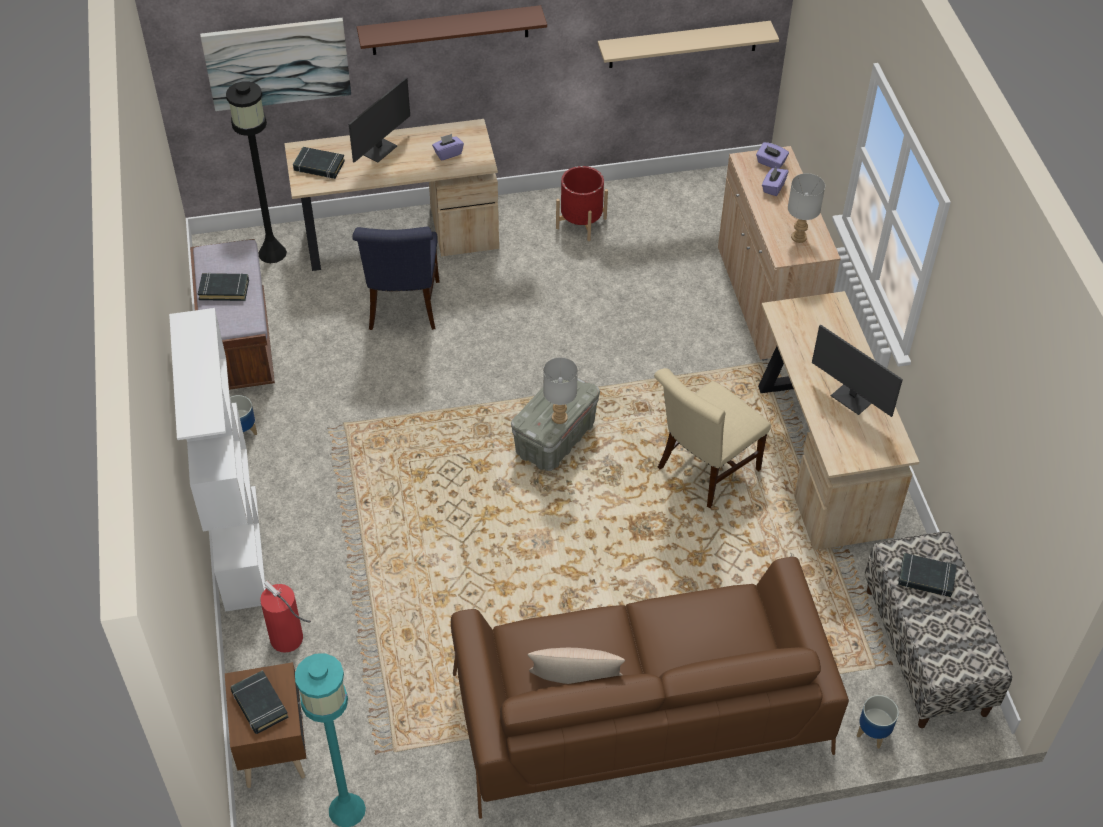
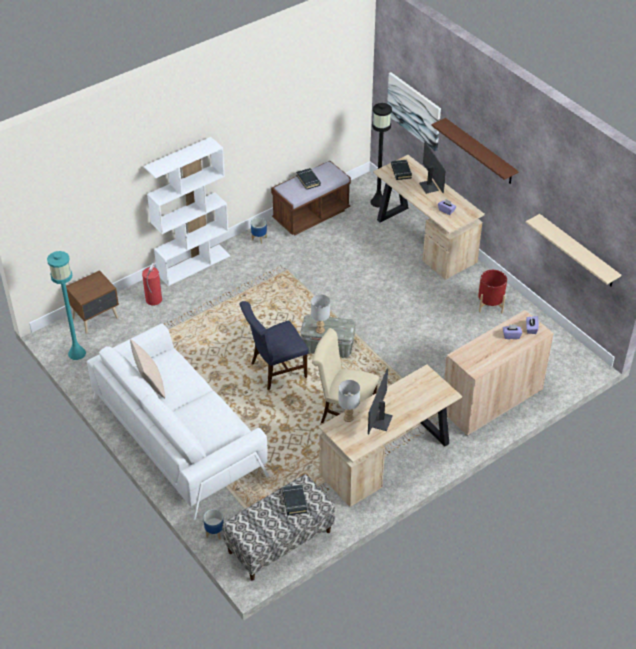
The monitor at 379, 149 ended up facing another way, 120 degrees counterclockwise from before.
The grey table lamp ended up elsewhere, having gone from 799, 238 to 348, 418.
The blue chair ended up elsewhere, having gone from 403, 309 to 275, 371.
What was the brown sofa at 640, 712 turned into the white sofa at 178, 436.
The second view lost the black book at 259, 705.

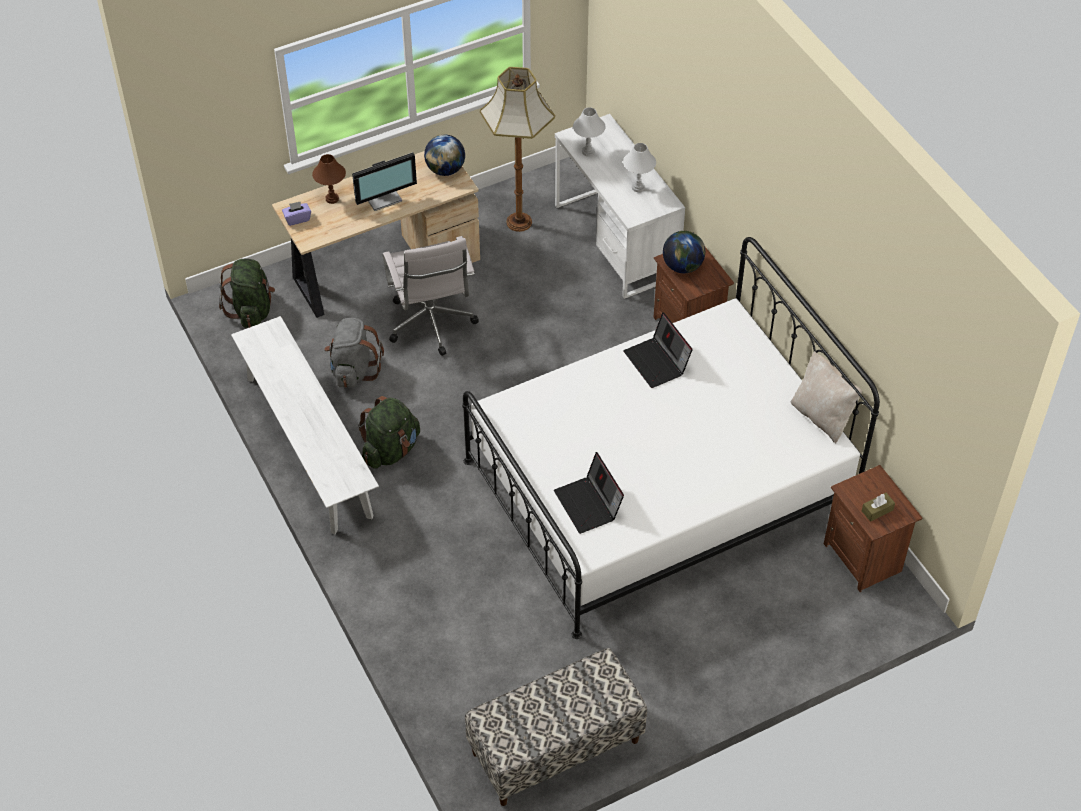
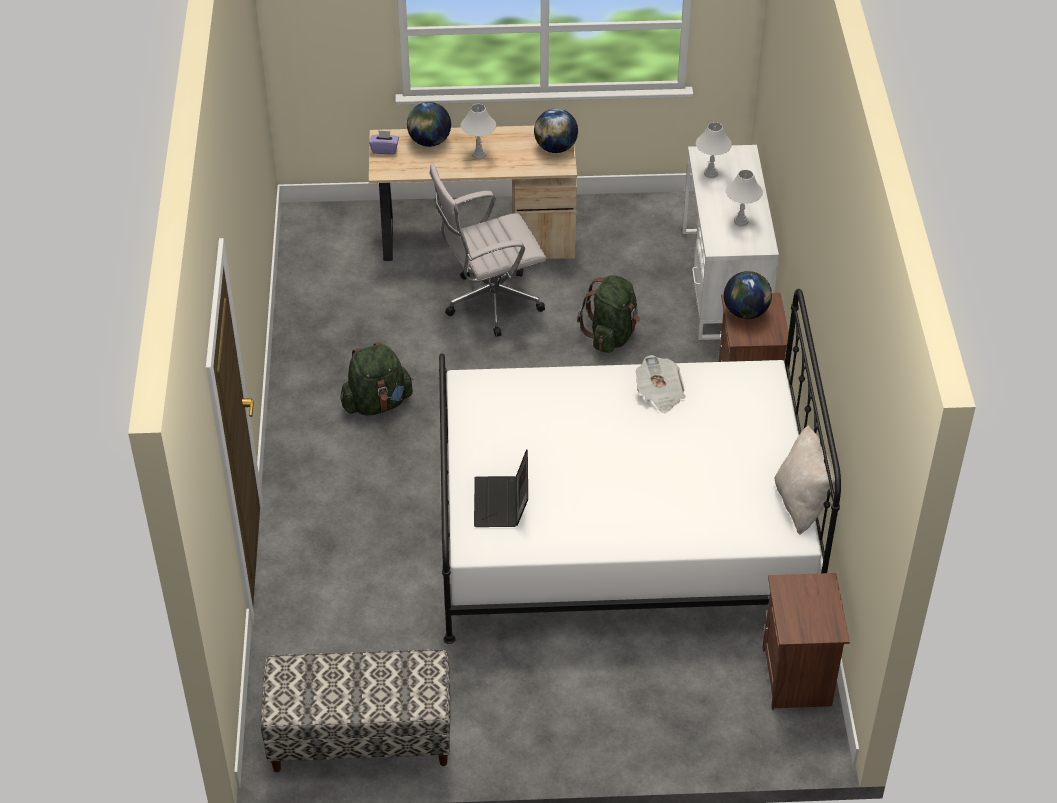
The second view lost the floor lamp at 518, 222.
Where the monitor stood at 383, 197, the white table lamp came to stand at 478, 155.
Where the brown table lamp stood at 332, 199, the globe came to stand at 429, 142.
The white office chair at 432, 326 ended up facing another way, 60 degrees clockwise from before.
The green backpack ended up elsewhere, having gone from 252, 310 to 611, 335.
Where the laptop stood at 657, 362, the newspaper came to stand at 659, 394.
The second view lost the white bench at 308, 446.
The second view lost the grey backpack at 353, 370.
The second view lost the brown tissue box at 877, 510.

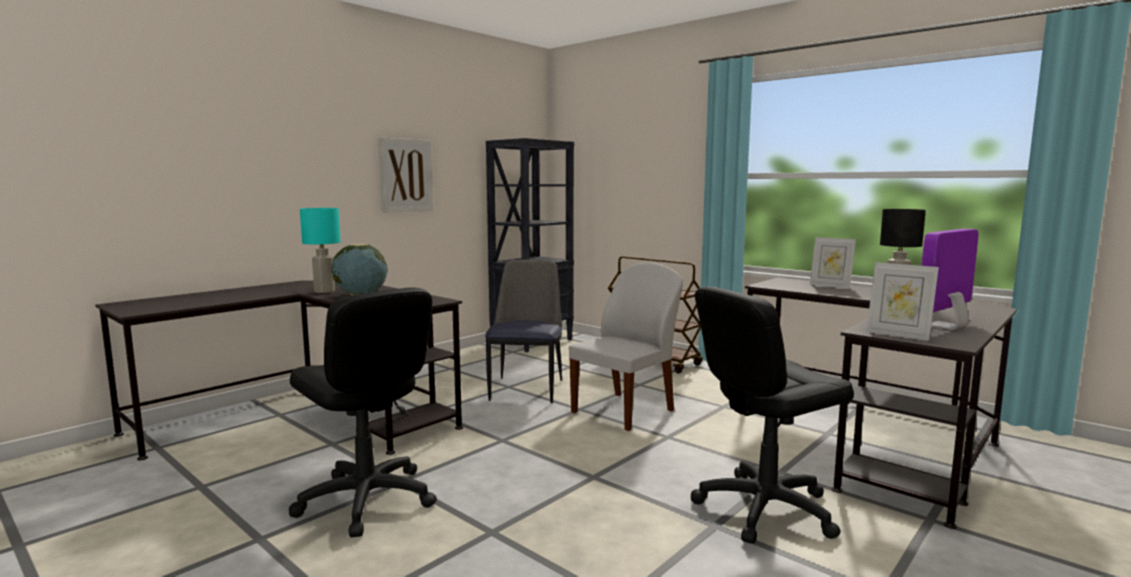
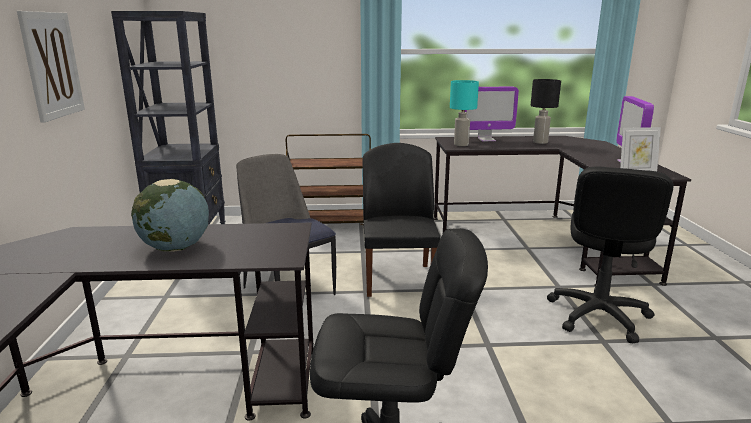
The turquoise table lamp ended up elsewhere, having gone from 325, 291 to 461, 145.
Where the picture frame stood at 830, 286, the monitor came to stand at 486, 139.
What was the white chair at 625, 411 turned into the black chair at 398, 279.

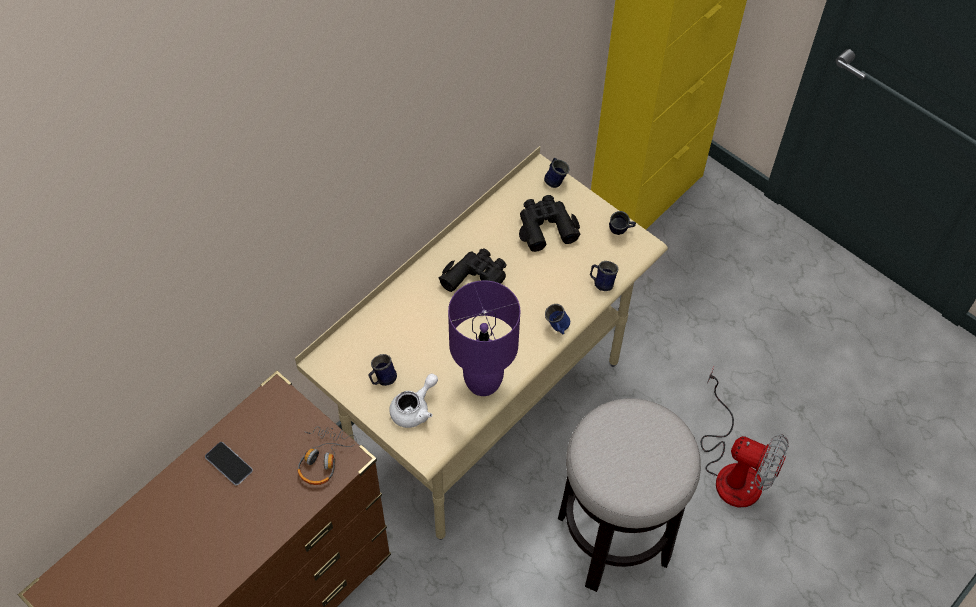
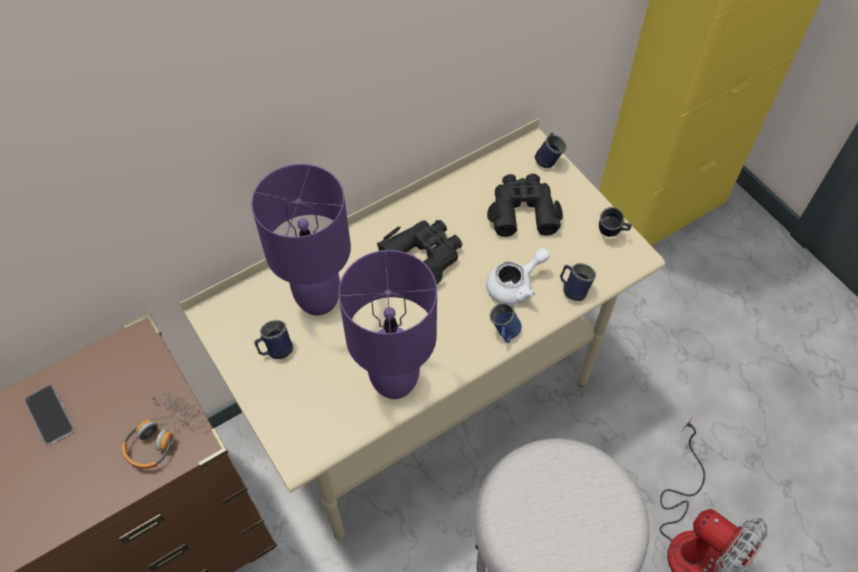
The white teapot ended up elsewhere, having gone from 414, 409 to 515, 285.
The second view gained the purple table lamp at 319, 298.

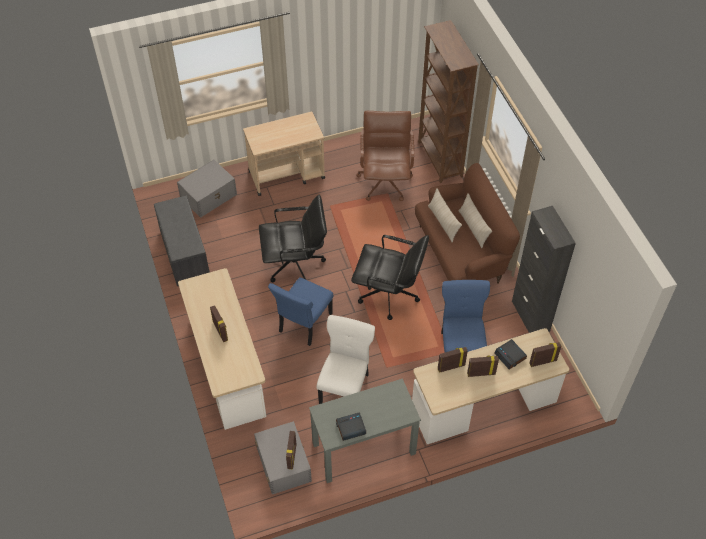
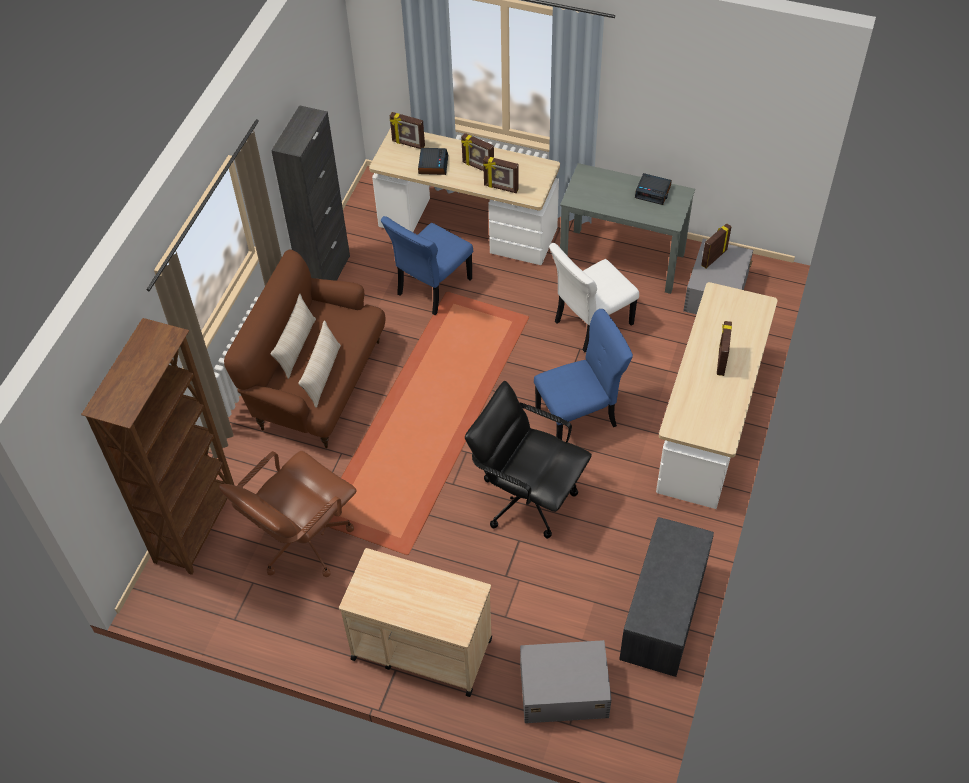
The second view lost the black office chair at 389, 295.

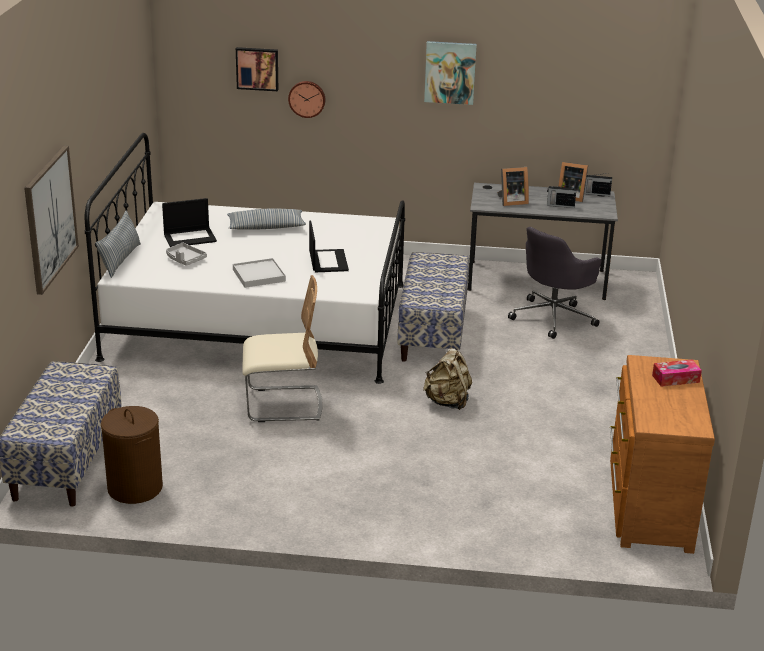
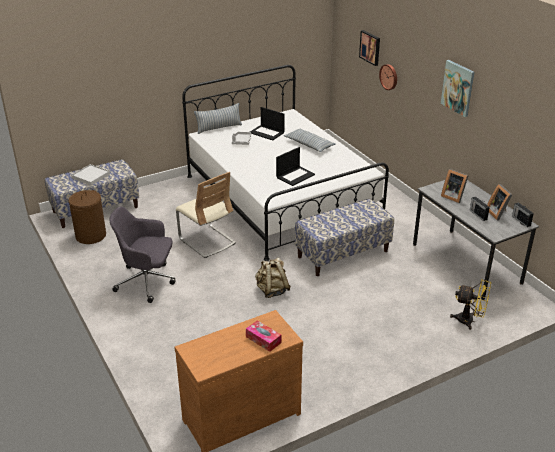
The second view lost the picture at 50, 218.
The grey office chair ended up elsewhere, having gone from 553, 317 to 147, 281.
The white tray ended up elsewhere, having gone from 259, 275 to 91, 176.
The second view gained the yellow fan at 469, 321.

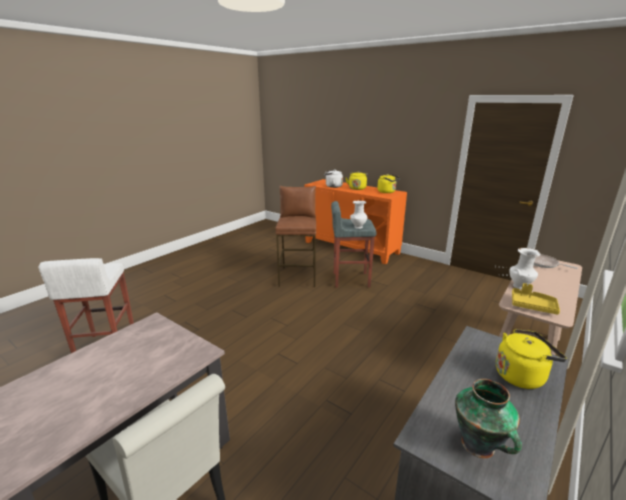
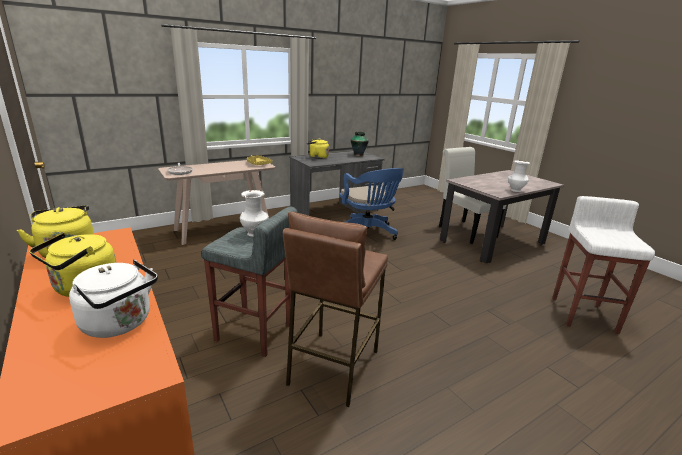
The white vase ended up elsewhere, having gone from 520, 286 to 515, 190.
The second view gained the blue office chair at 368, 233.

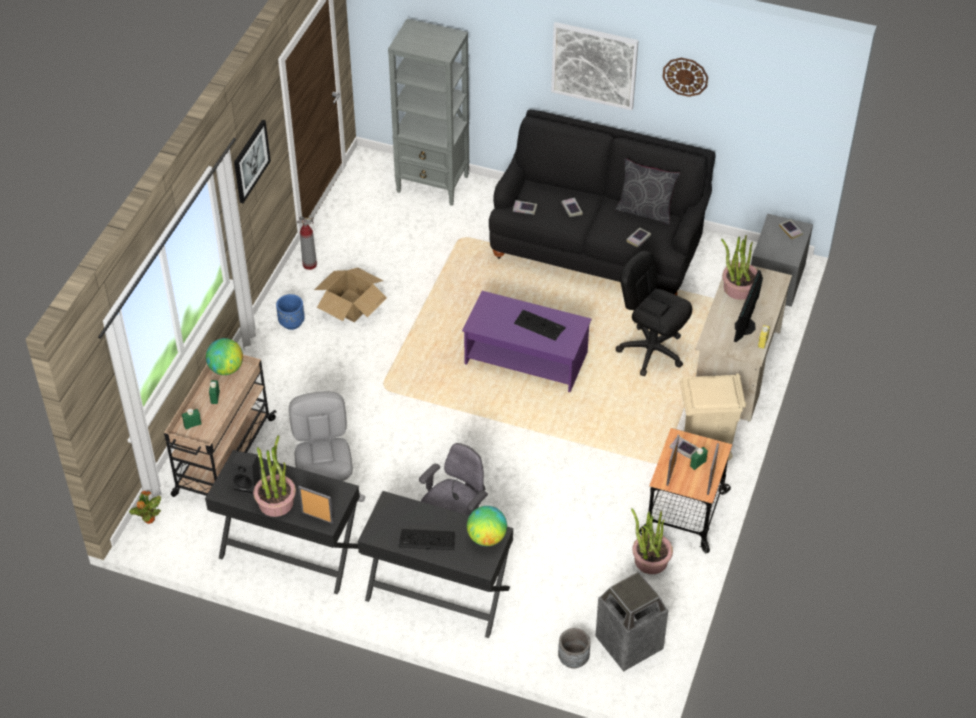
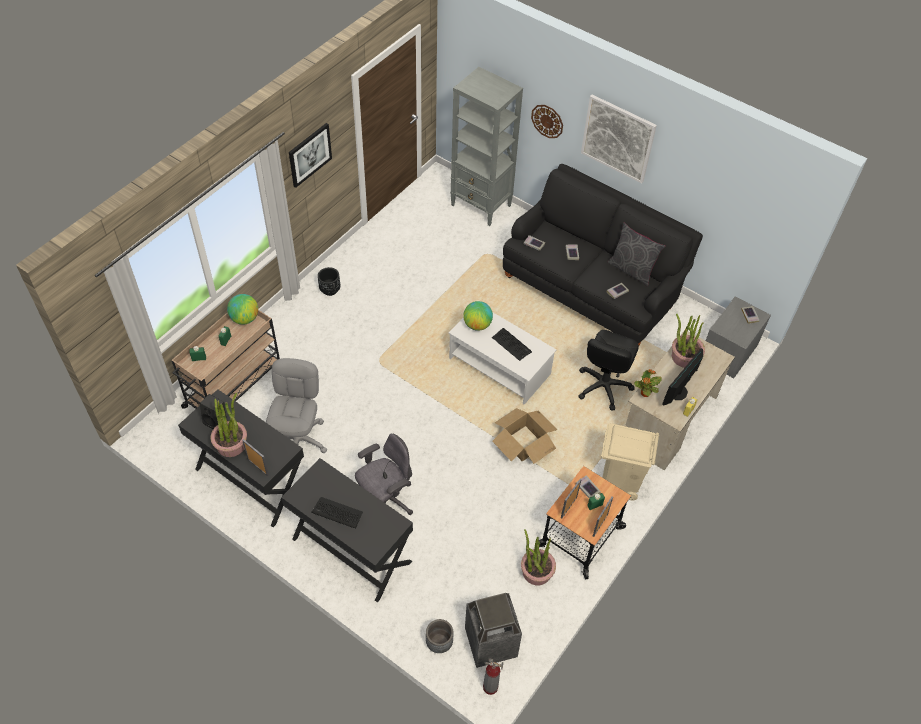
The wall clock ended up elsewhere, having gone from 685, 76 to 547, 121.
The fire extinguisher ended up elsewhere, having gone from 309, 265 to 490, 687.
The black office chair at 651, 351 ended up facing another way, 120 degrees counterclockwise from before.
The cardboard box ended up elsewhere, having gone from 351, 305 to 524, 443.
What was the purple coffee table at 527, 358 turned into the white coffee table at 500, 366.
What was the blue planter at 292, 323 turned into the black planter at 330, 290.
The potted plant ended up elsewhere, having gone from 149, 520 to 644, 393.
The globe ended up elsewhere, having gone from 487, 537 to 477, 325.

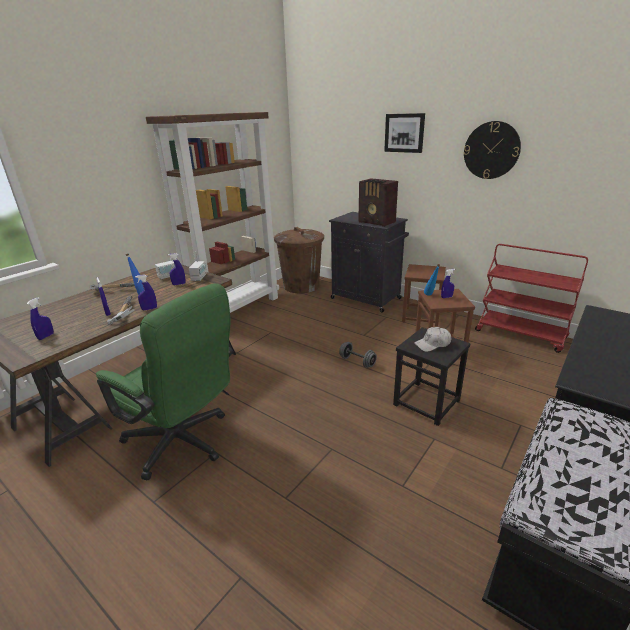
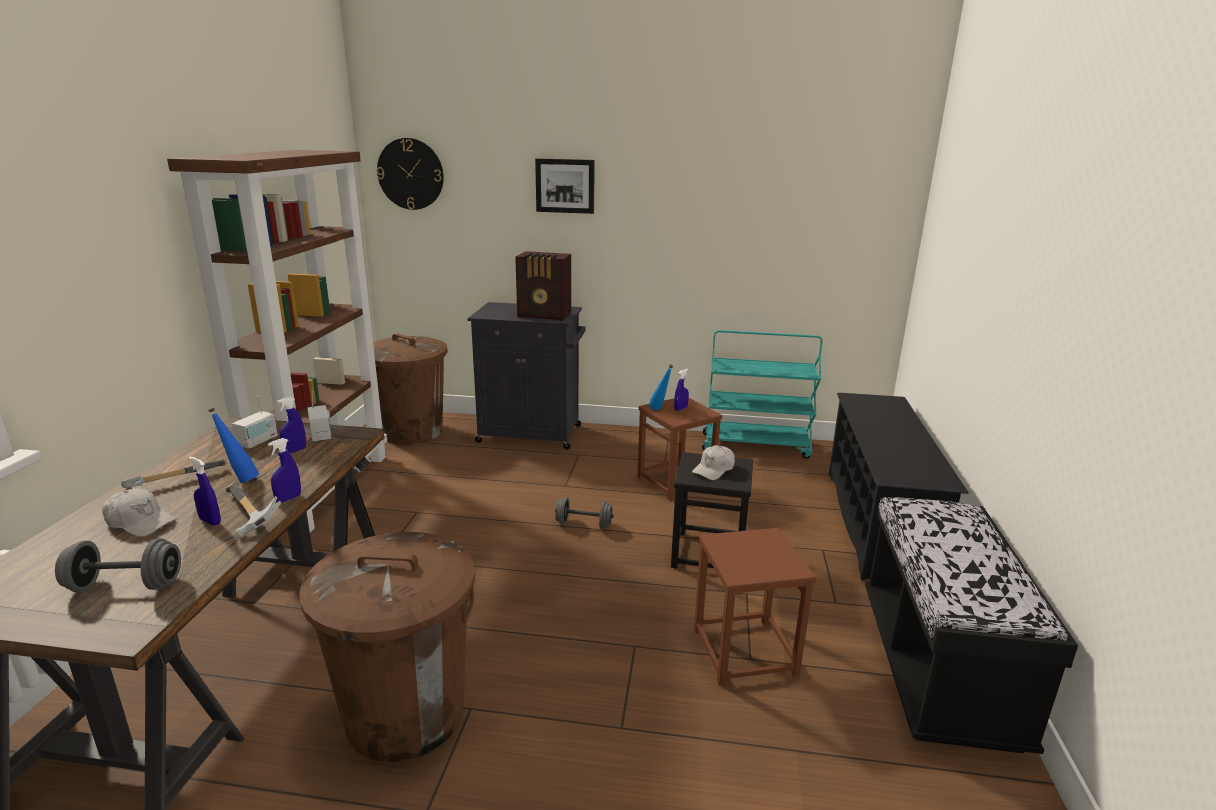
The wall clock ended up elsewhere, having gone from 491, 150 to 410, 174.
What was the red cart at 521, 334 turned into the turquoise cart at 756, 445.
The brown stool ended up elsewhere, having gone from 420, 316 to 743, 651.
Where the green office chair stood at 184, 443, the brown trash can came to stand at 406, 715.
Where the blue spray bottle stood at 46, 336, the grey dumbbell came to stand at 125, 585.
The second view gained the white cap at 140, 522.

